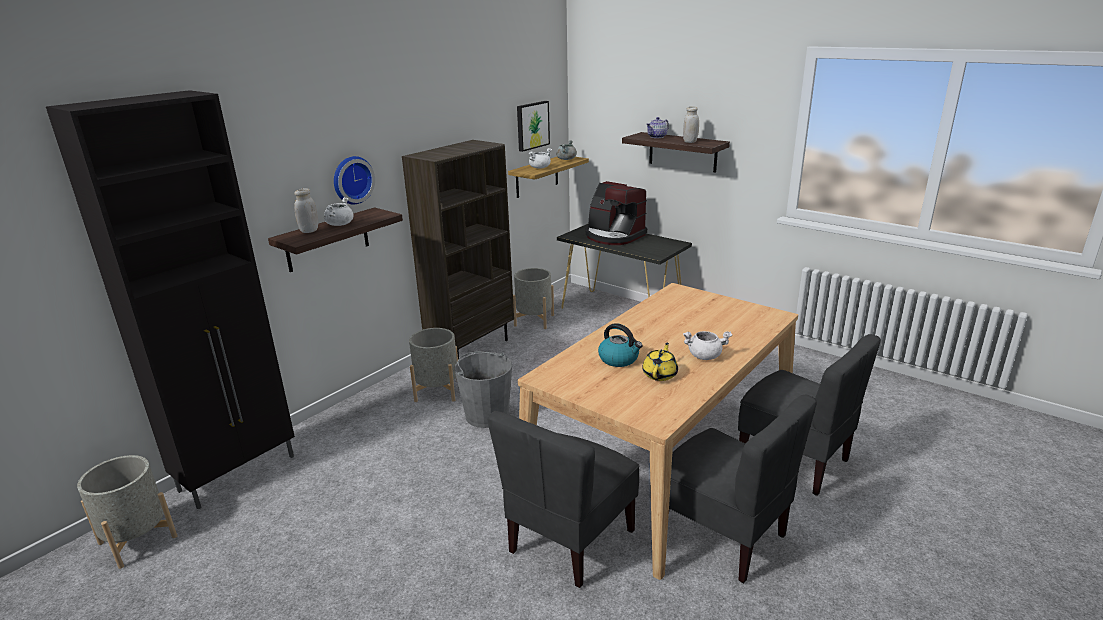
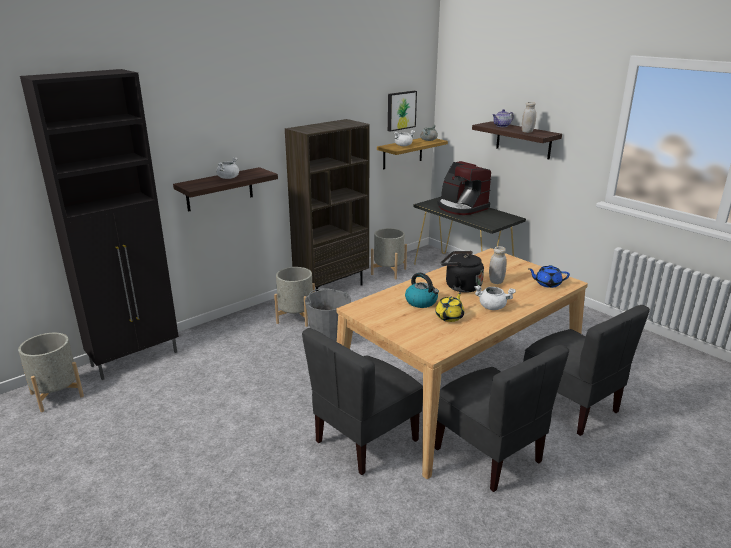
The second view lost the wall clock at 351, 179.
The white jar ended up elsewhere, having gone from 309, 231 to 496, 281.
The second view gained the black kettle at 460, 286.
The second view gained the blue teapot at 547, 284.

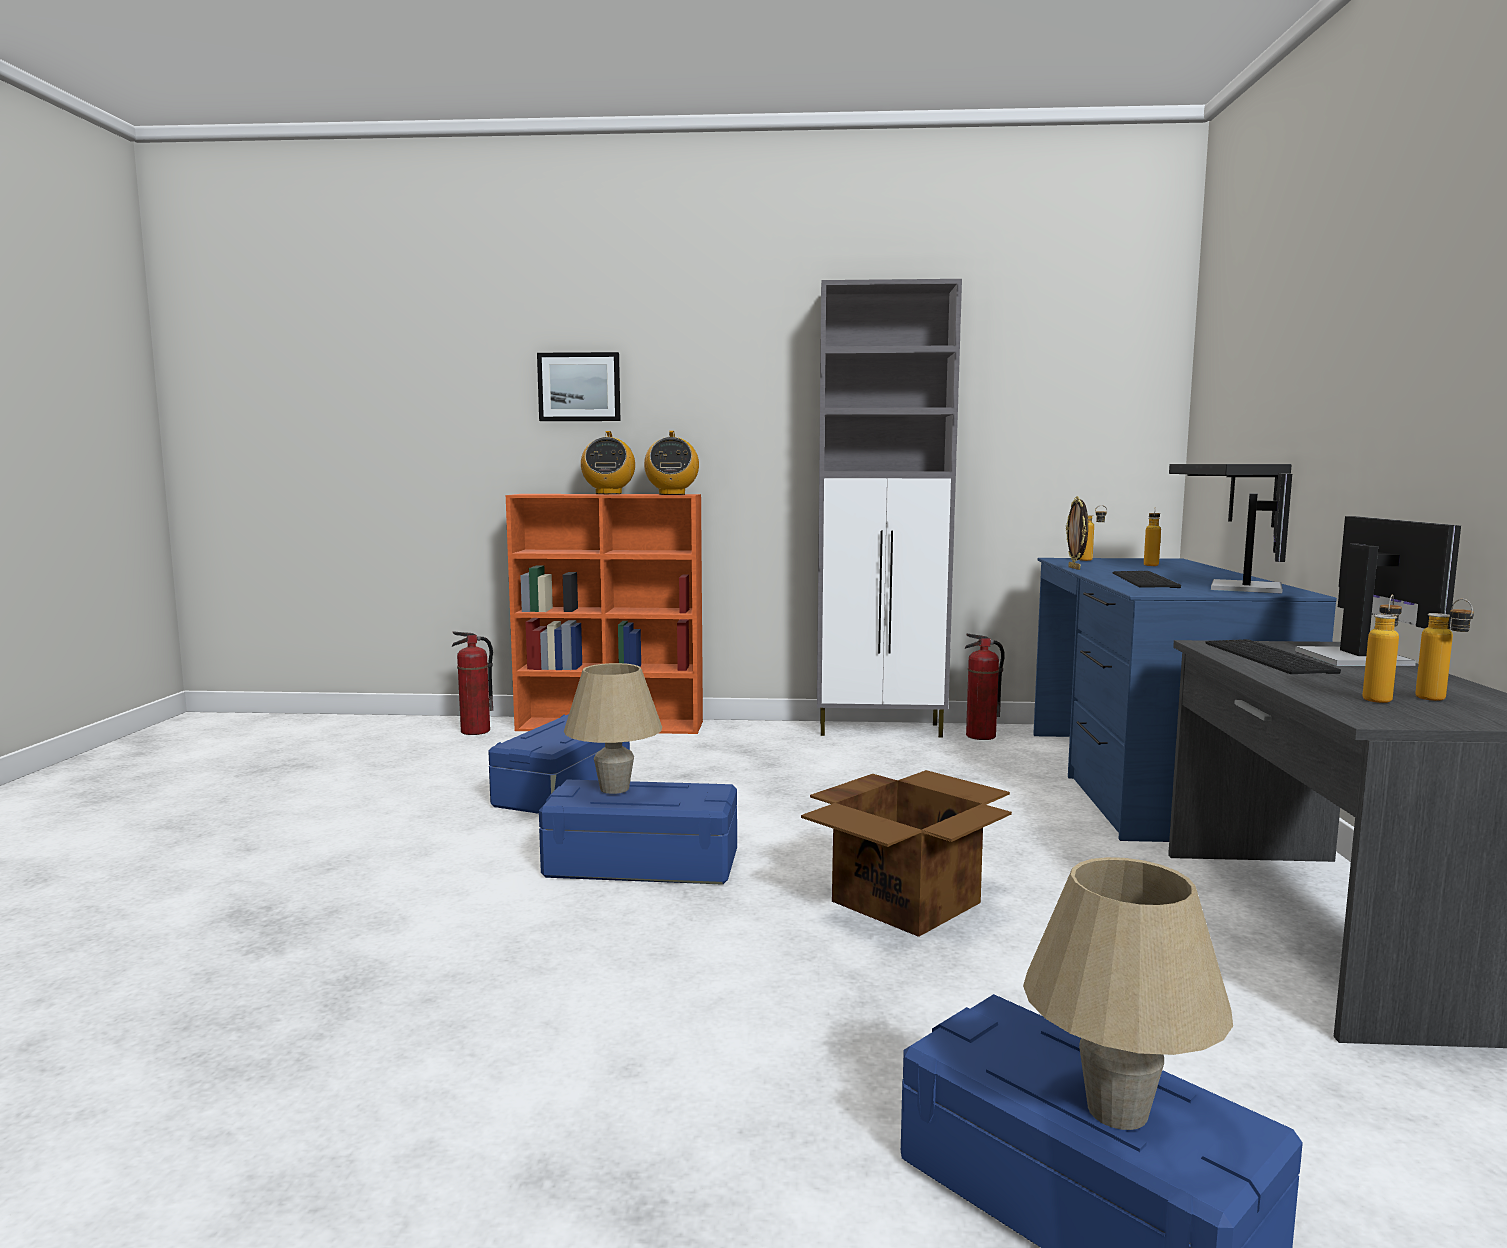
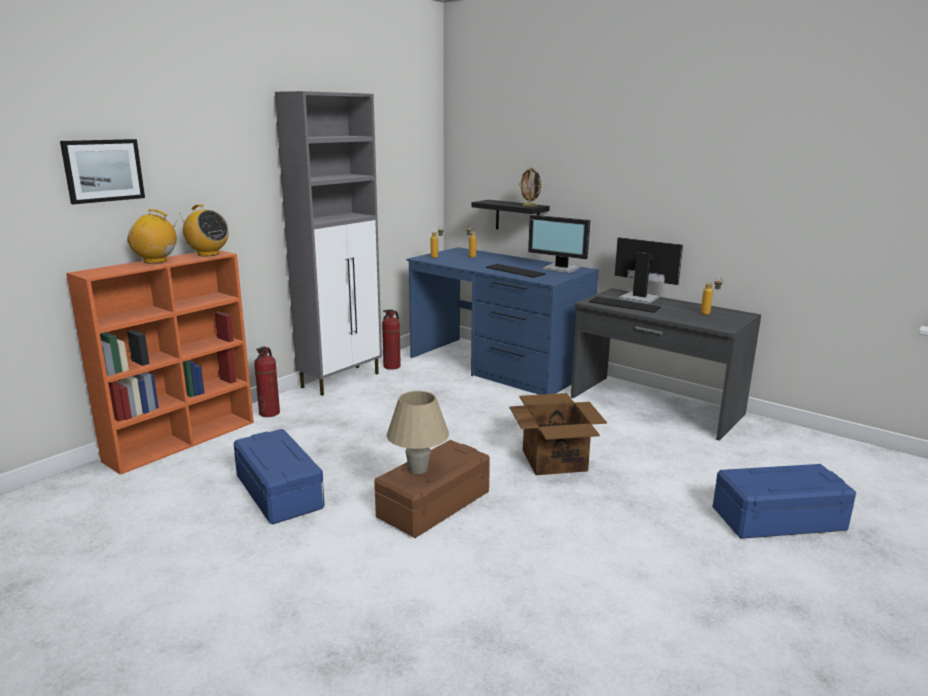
The radio at 608, 493 ended up facing another way, 150 degrees clockwise from before.
The monitor at 1250, 588 ended up facing another way, 150 degrees clockwise from before.
The picture frame ended up elsewhere, having gone from 1075, 568 to 529, 206.
The second view lost the bottle at 1379, 698.
The fire extinguisher ended up elsewhere, having gone from 475, 731 to 270, 413.
What was the blue storage box at 643, 863 turned into the brown storage box at 433, 504.
The second view lost the beige table lamp at 1117, 1111.

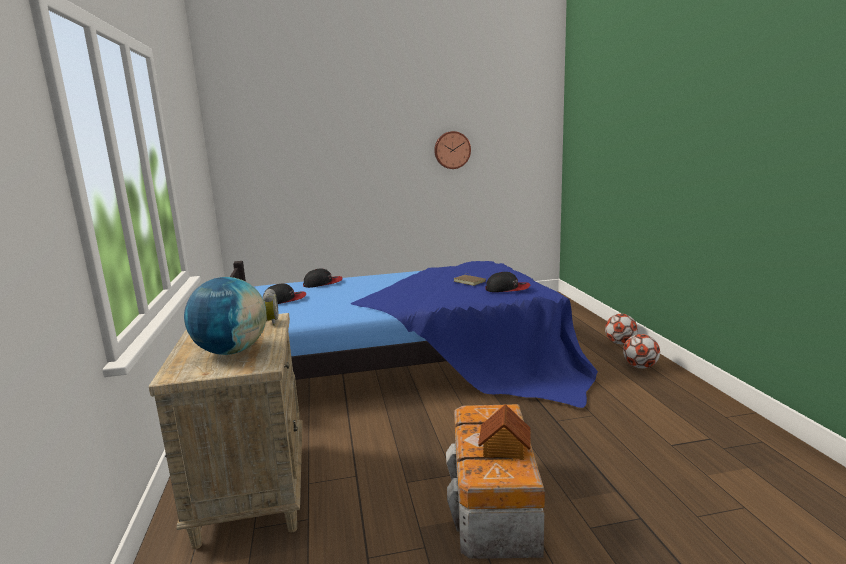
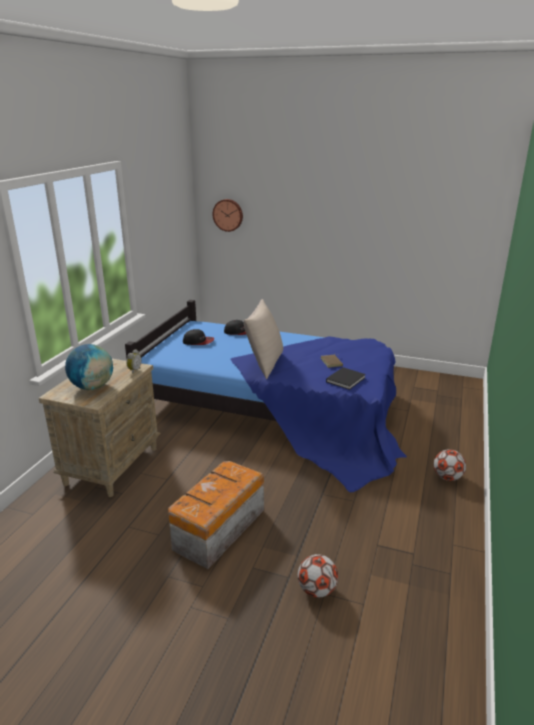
The wall clock ended up elsewhere, having gone from 452, 150 to 228, 215.
Where the cap stood at 508, 289, the black book came to stand at 346, 379.
The football ended up elsewhere, having gone from 620, 343 to 317, 590.
The second view lost the toy house at 504, 448.
The second view gained the beige pillow at 264, 364.

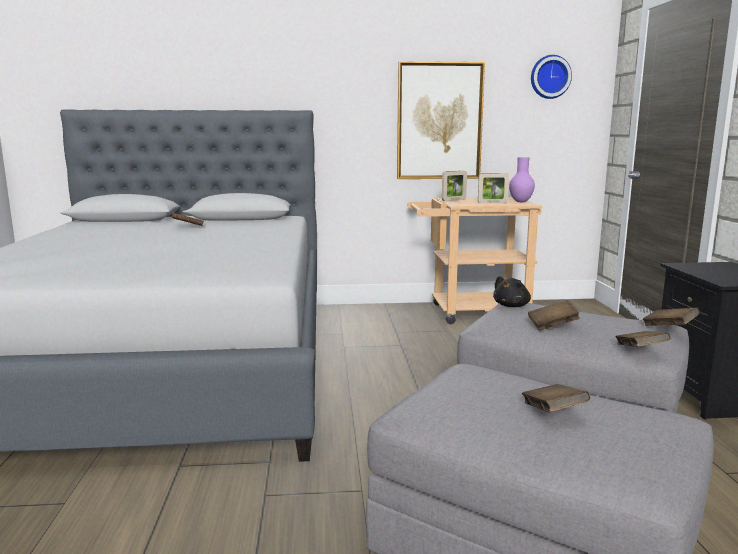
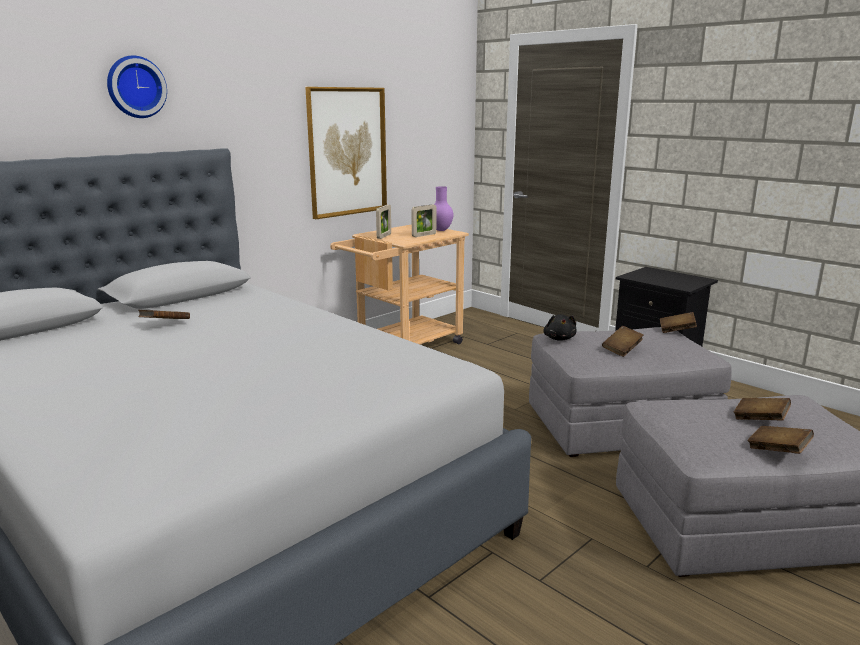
The wall clock ended up elsewhere, having gone from 549, 77 to 135, 87.
The brown book ended up elsewhere, having gone from 640, 351 to 778, 451.

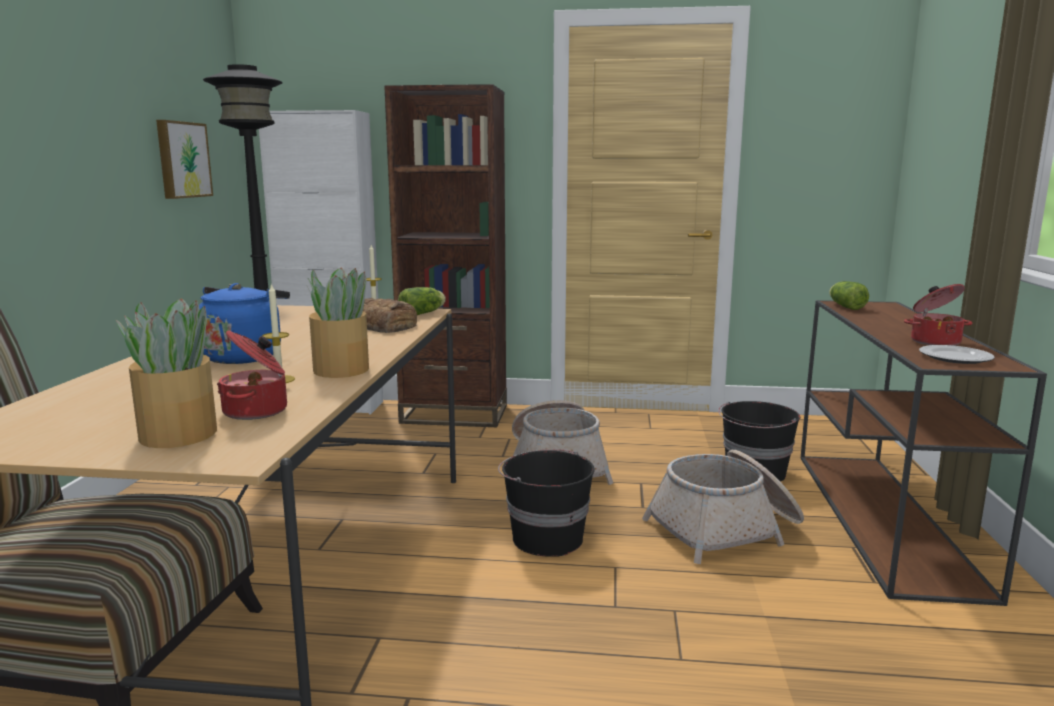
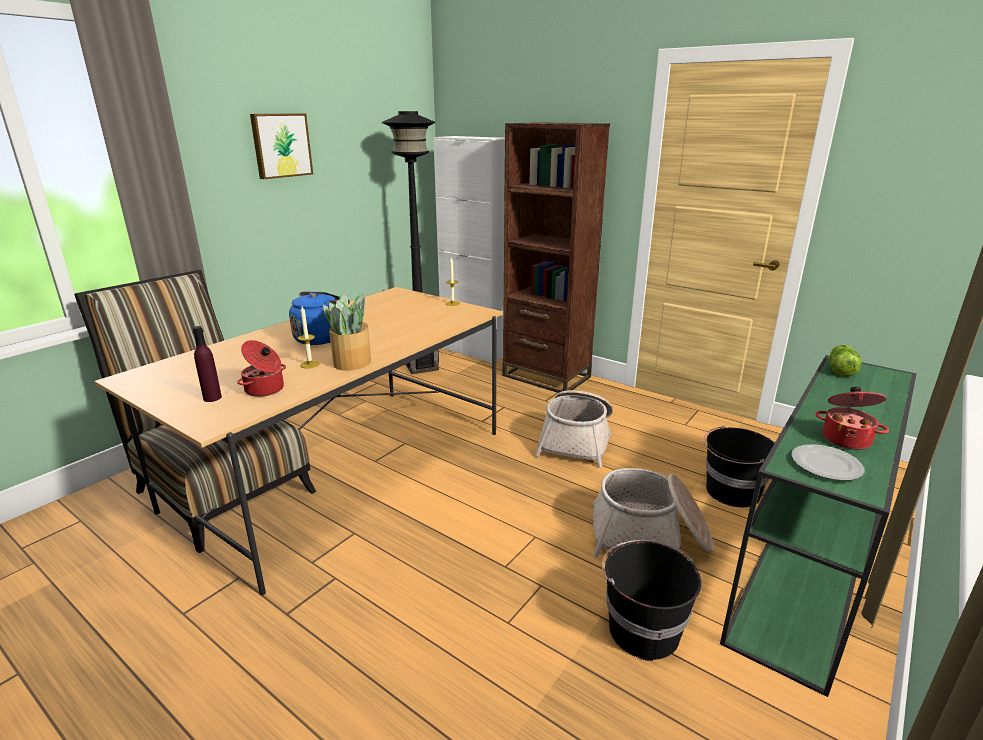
The picture ended up elsewhere, having gone from 182, 160 to 281, 145.
The second view lost the lettuce at 423, 313.
The second view lost the bread at 384, 325.
Where the potted plant stood at 179, 433, the purple bottle came to stand at 212, 398.
What was the brown console table at 884, 519 turned into the green console table at 805, 573.
The black bucket ended up elsewhere, having gone from 546, 538 to 642, 629.

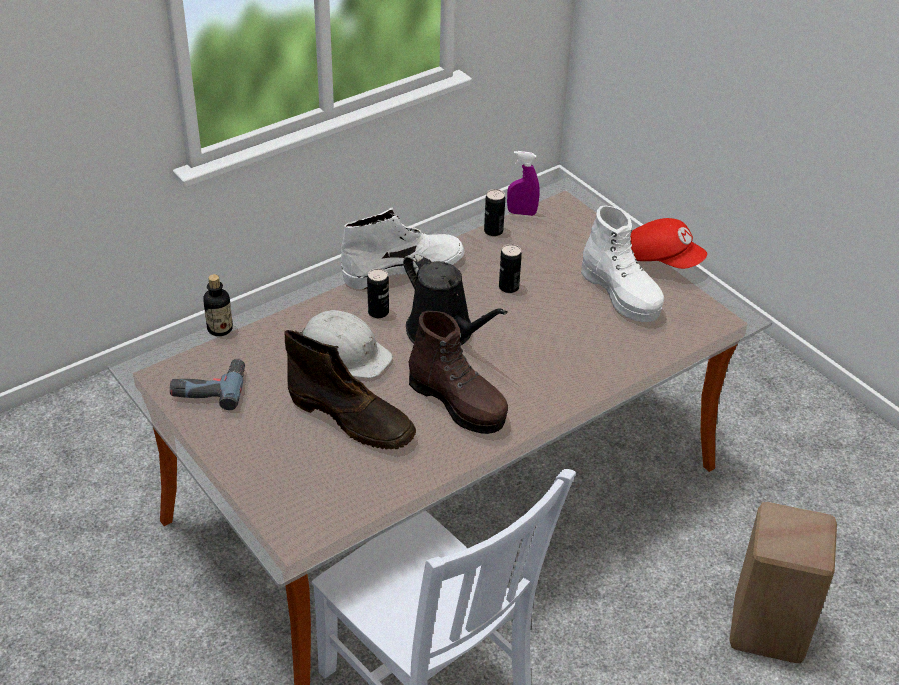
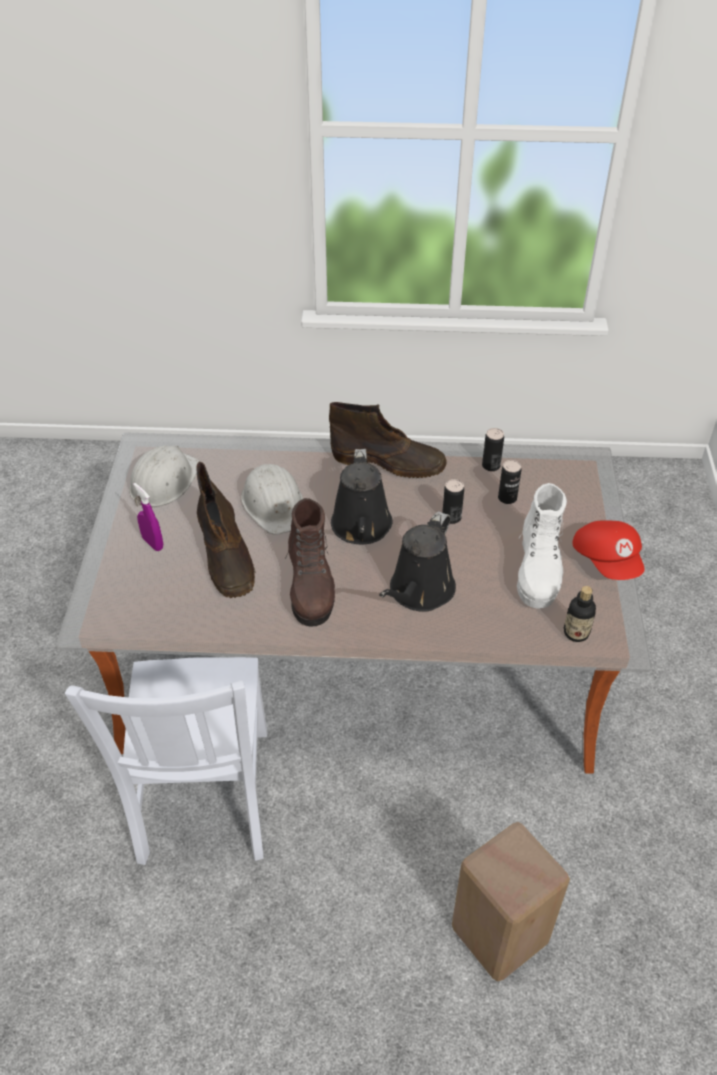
The purple spray bottle ended up elsewhere, having gone from 521, 213 to 153, 543.
What was the white boot at 404, 268 turned into the brown boot at 389, 462.
The can ended up elsewhere, having gone from 378, 312 to 507, 498.
The bottle ended up elsewhere, having gone from 220, 329 to 576, 633.
Where the power drill stood at 209, 387, the white hard hat came to stand at 164, 481.
The second view gained the black watering can at 419, 592.

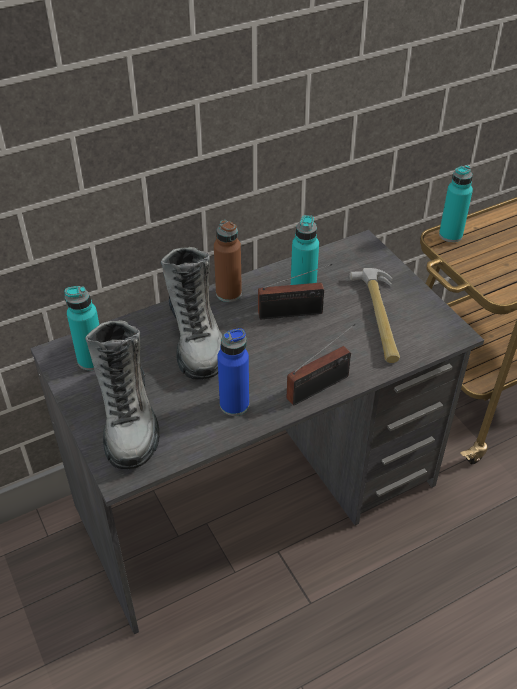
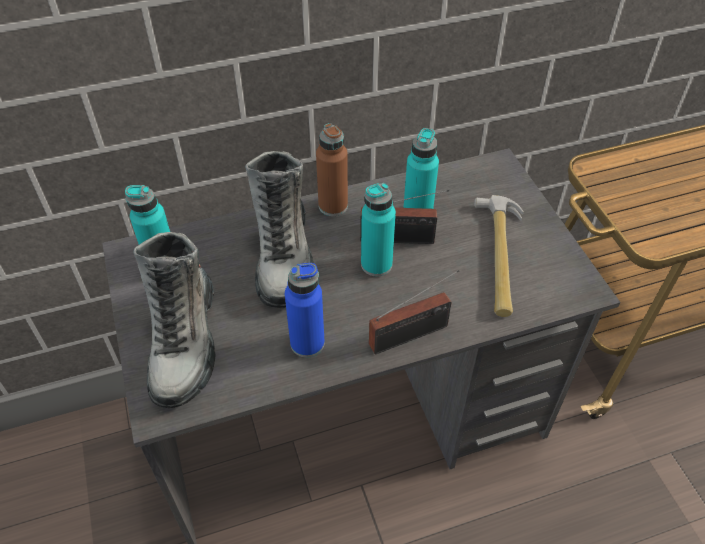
The turquoise bottle ended up elsewhere, having gone from 450, 235 to 376, 264.

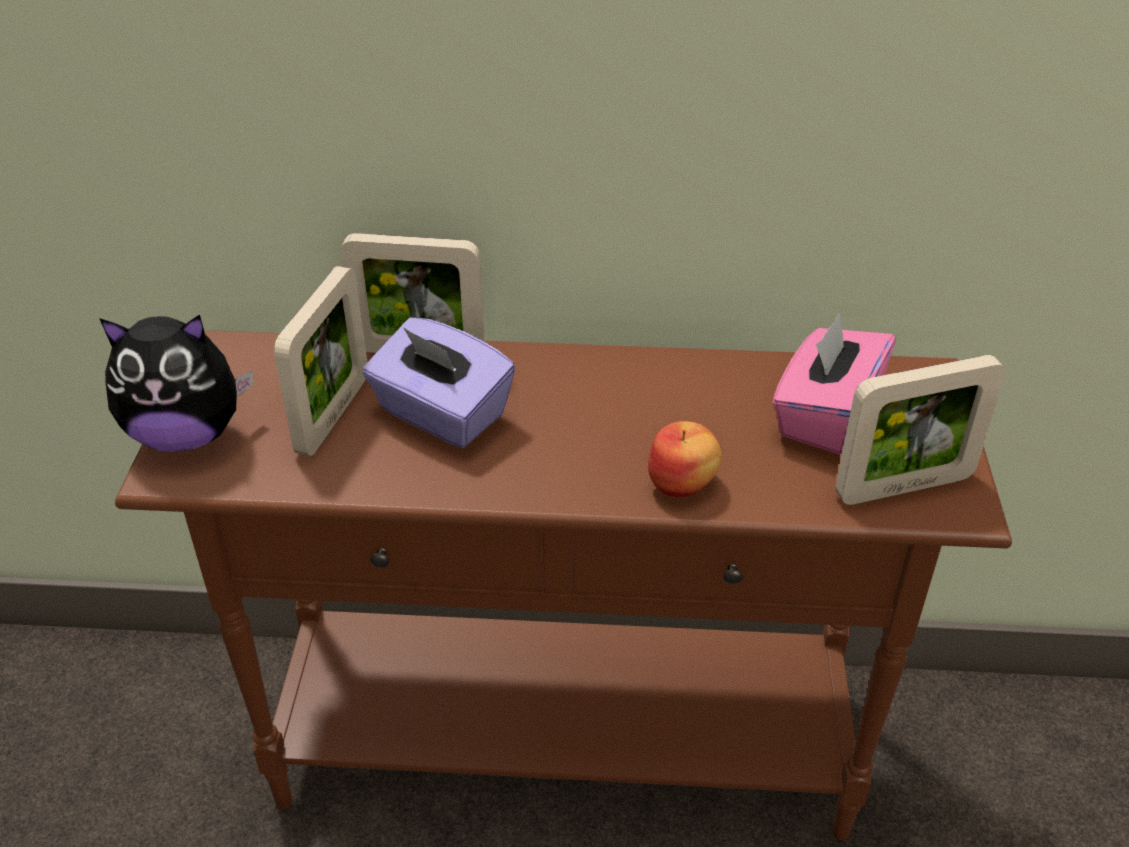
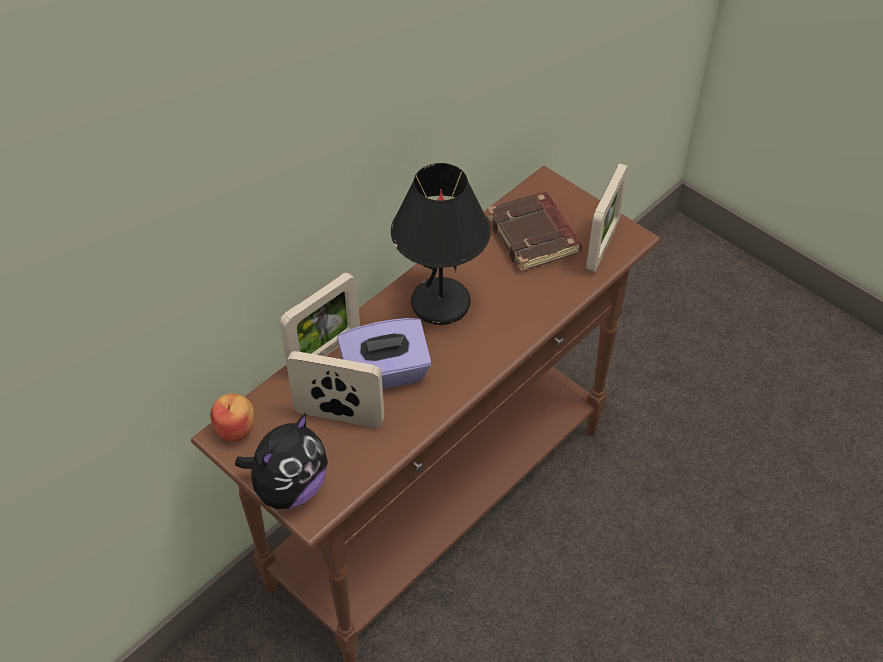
The picture frame at 333, 415 ended up facing another way, 45 degrees counterclockwise from before.
Where the pink tissue box stood at 826, 415, the brown book came to stand at 535, 236.
The apple ended up elsewhere, having gone from 682, 483 to 235, 428.
The second view gained the black table lamp at 441, 302.

